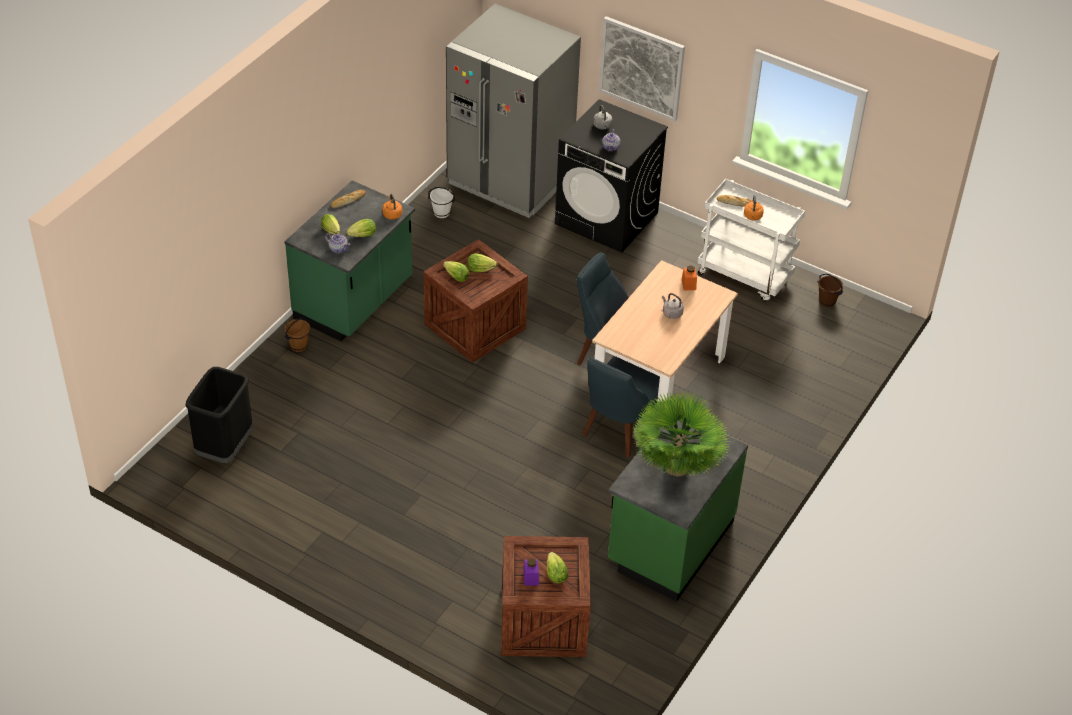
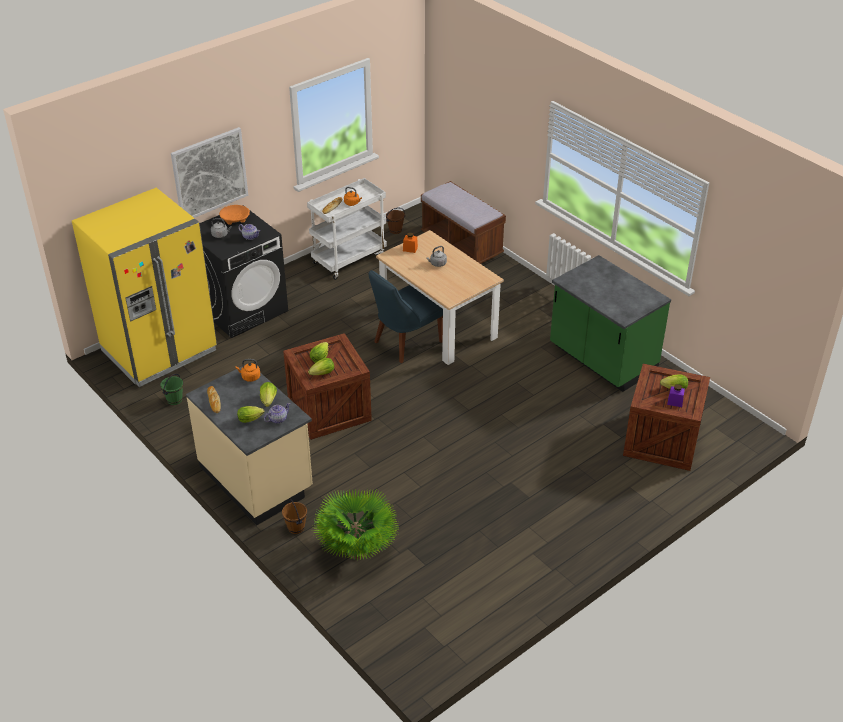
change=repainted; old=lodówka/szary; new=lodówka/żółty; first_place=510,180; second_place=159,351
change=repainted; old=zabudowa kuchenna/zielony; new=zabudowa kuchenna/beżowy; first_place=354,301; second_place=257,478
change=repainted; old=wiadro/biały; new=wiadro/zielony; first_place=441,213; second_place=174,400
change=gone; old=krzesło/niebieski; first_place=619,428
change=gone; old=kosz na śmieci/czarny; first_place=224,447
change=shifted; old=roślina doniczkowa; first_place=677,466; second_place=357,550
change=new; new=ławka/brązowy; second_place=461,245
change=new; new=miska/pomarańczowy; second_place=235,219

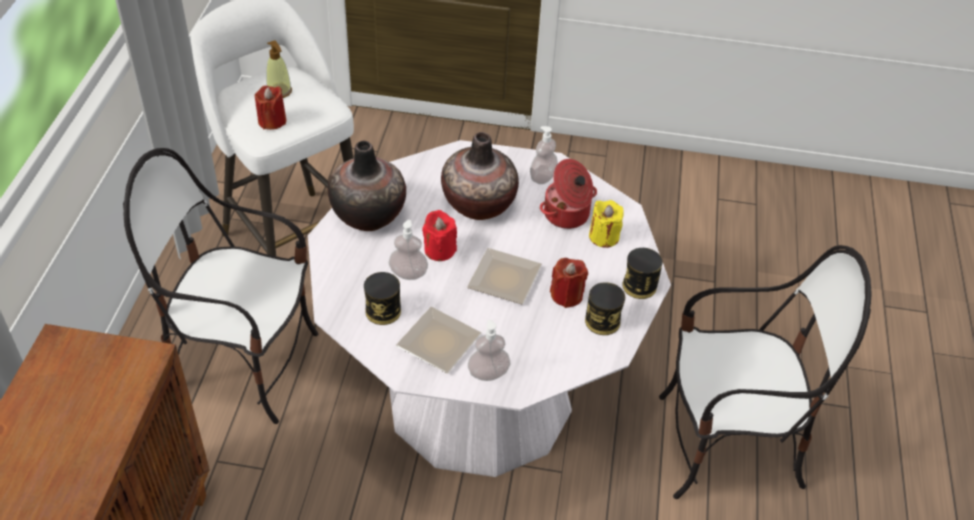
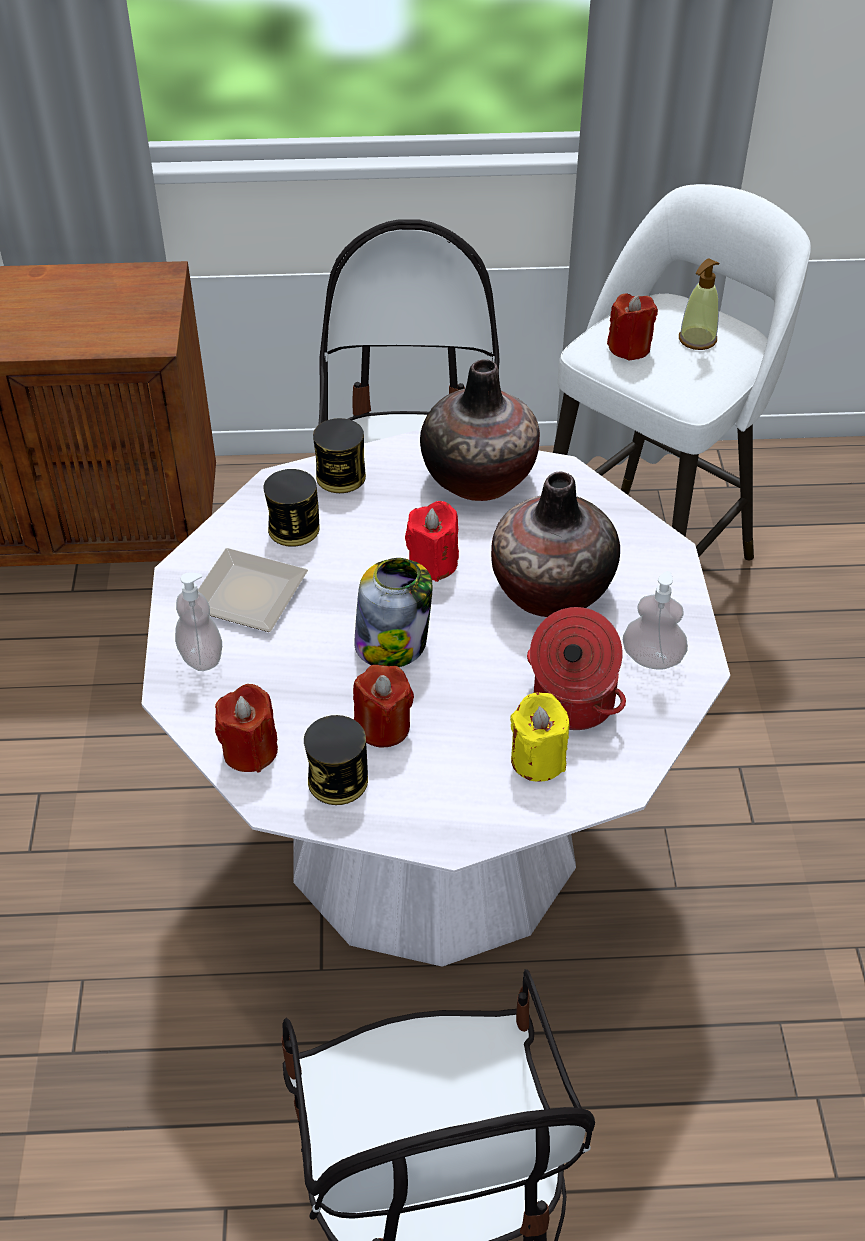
change=gone; old=dozownik mydła; first_place=408,273
change=swapped; old=talerz; new=słoik; first_place=502,280; second_place=392,643
change=shifted; old=puszka; first_place=639,286; second_place=341,476
change=new; new=świeca/czerwony; second_place=250,751

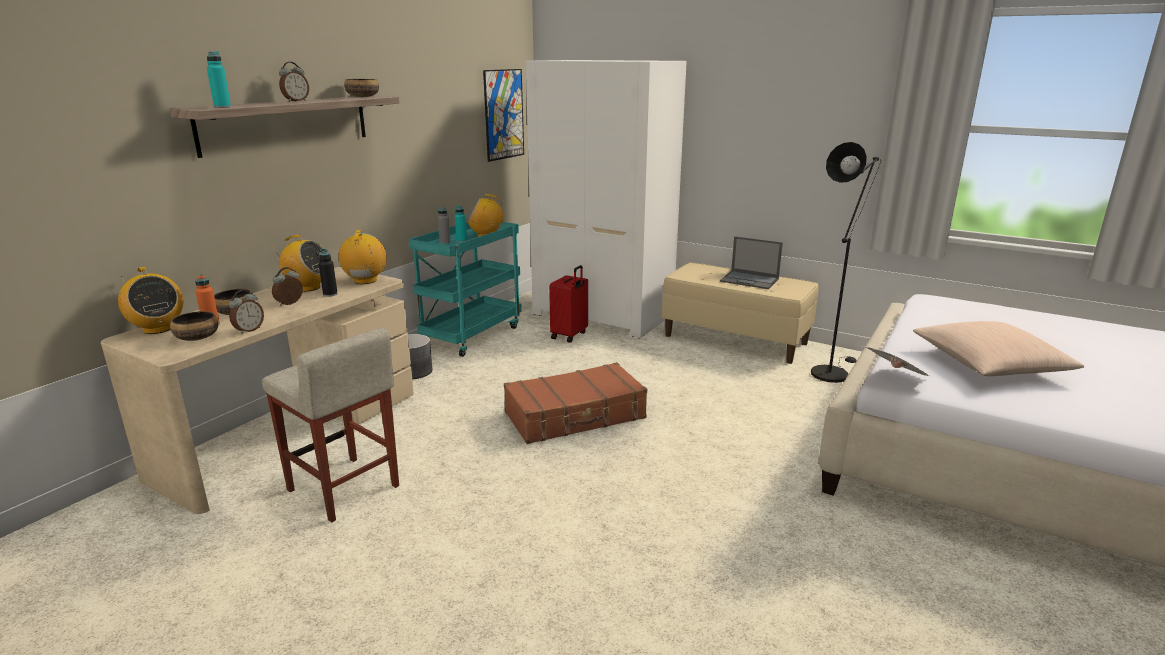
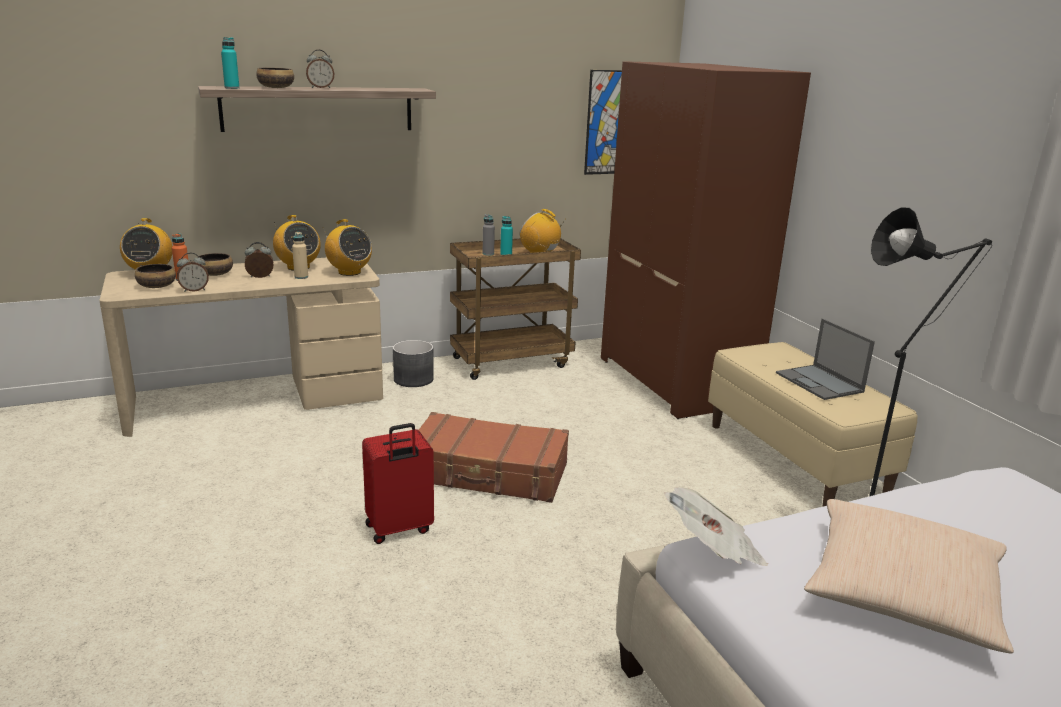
change=repainted; old=szafa/biały; new=szafa/brązowy; first_place=604,314; second_place=677,381
change=shifted; old=miska; first_place=362,97; second_place=276,87
change=repainted; old=wózek/turkusowy; new=wózek/brązowy; first_place=472,335; second_place=512,362
change=rotated; old=radio; first_place=365,281; second_place=349,272; degrees=105
change=repainted; old=butelka/czarny; new=butelka/beżowy; first_place=330,294; second_place=301,277
change=shifted; old=walizka/czerwony; first_place=570,335; second_place=399,529
change=gone; old=stołek/beżowy; first_place=344,489

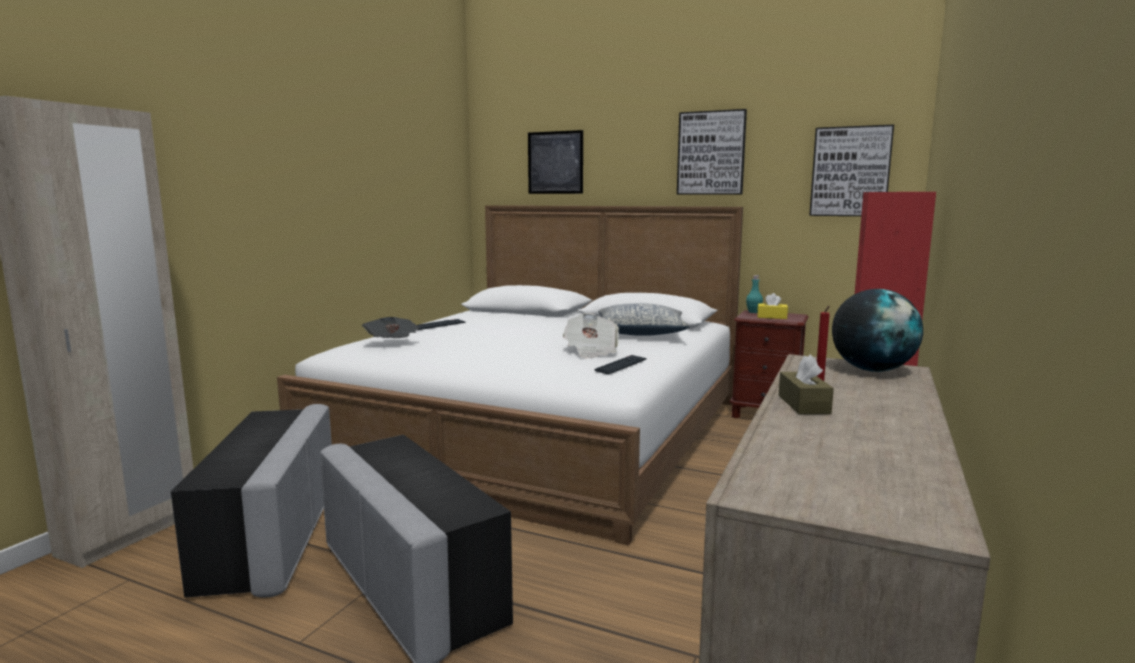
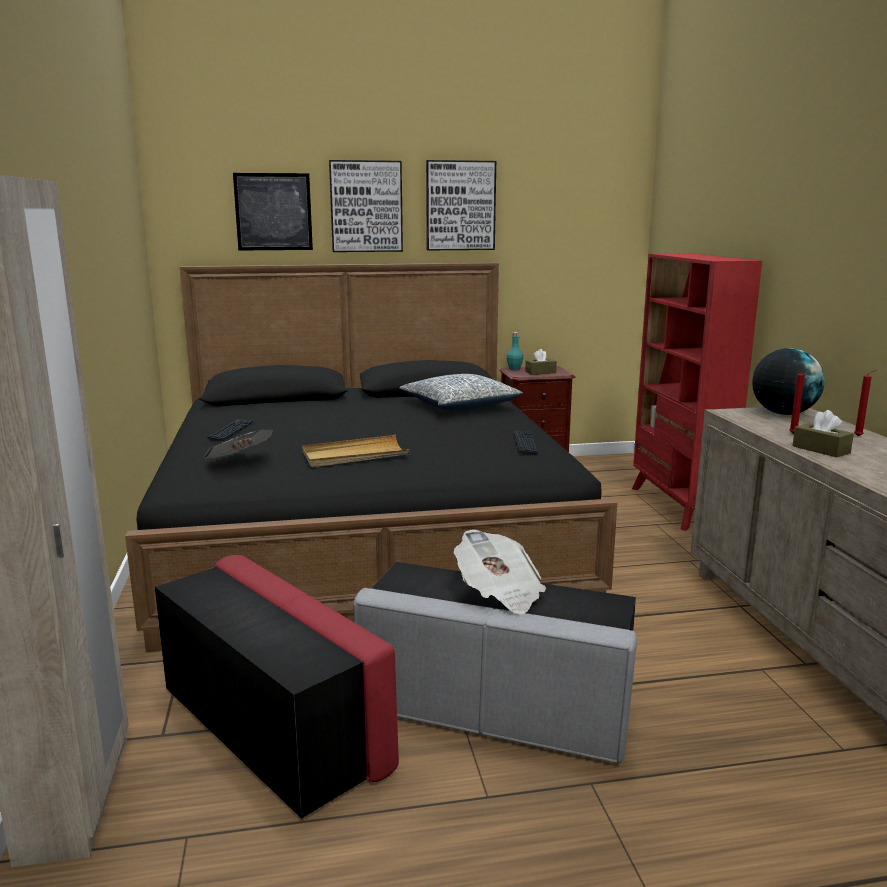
change=shifted; old=obraz; first_place=850,171; second_place=366,206
change=repainted; old=łóżko/biały; new=łóżko/czarny; first_place=539,430; second_place=364,531
change=repainted; old=pudełko chusteczek/żółty; new=pudełko chusteczek/brązowy; first_place=772,317; second_place=540,372
change=shifted; old=gazeta; first_place=591,351; second_place=499,593
change=repainted; old=pufa/szary; new=pufa/czerwony; first_place=272,536; second_place=273,725
change=new; new=świeca/czerwony; second_place=859,436
change=new; new=taca/beżowy; second_place=354,455

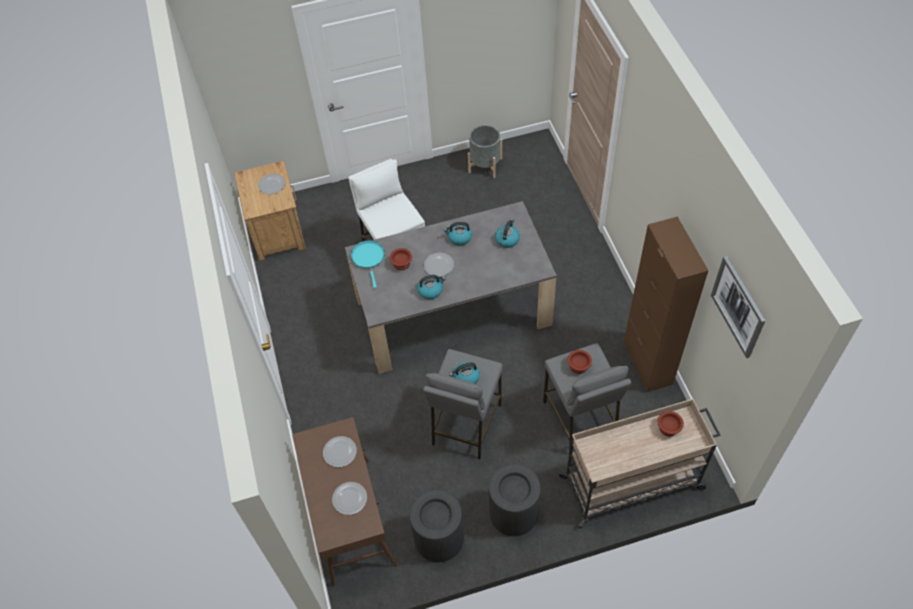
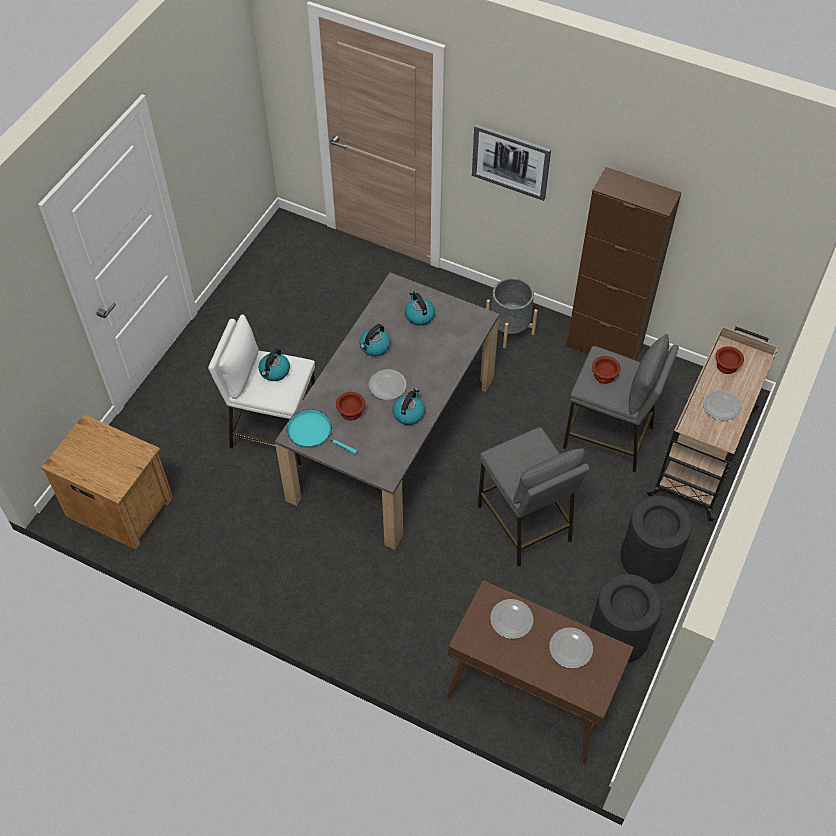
change=shifted; old=donica/szary; first_place=485,165; second_place=509,329
change=shifted; old=talerz; first_place=272,185; second_place=722,406
change=shifted; old=obraz; first_place=738,306; second_place=511,161
change=shifted; old=czajnik; first_place=465,378; second_place=274,372

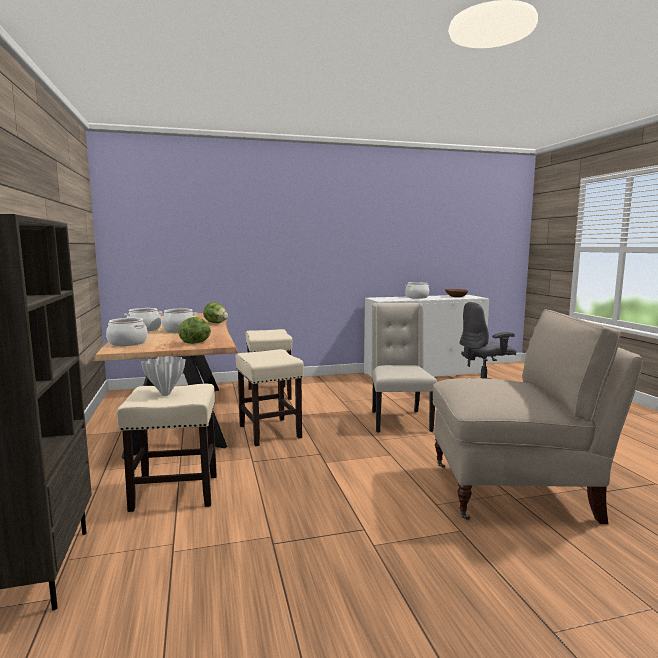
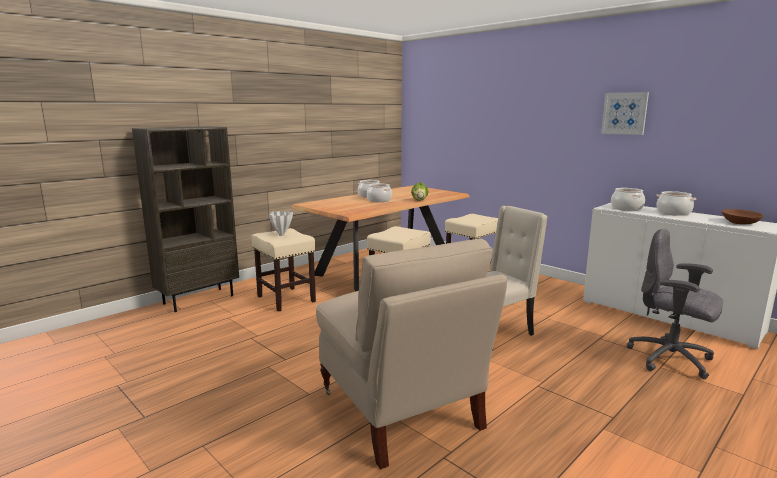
change=gone; old=sałata; first_place=196,343
change=shifted; old=garnek; first_place=128,343; second_place=627,208
change=new; new=obraz; second_place=624,113

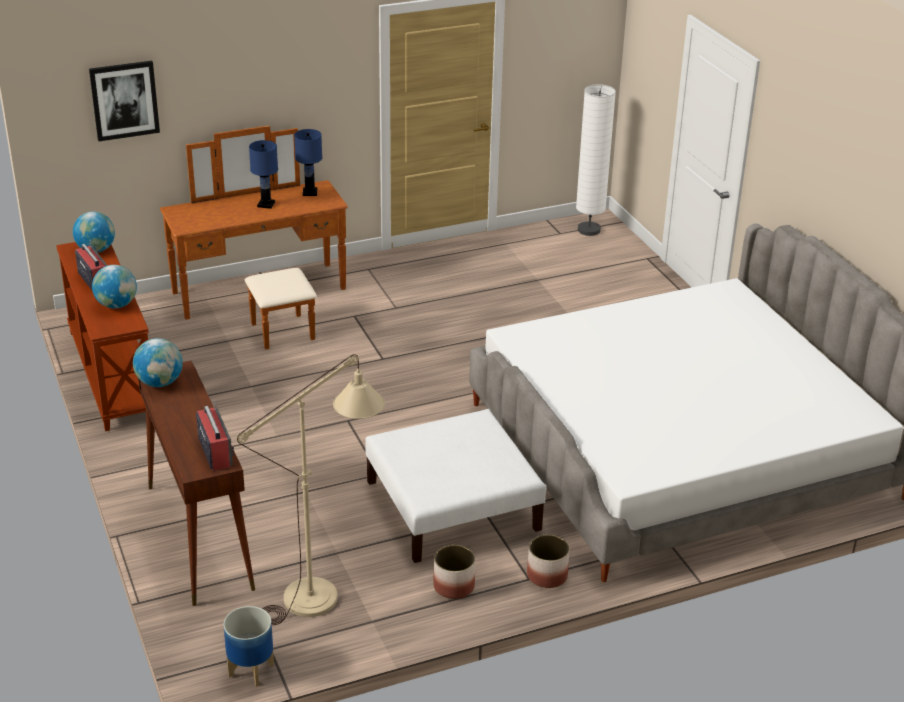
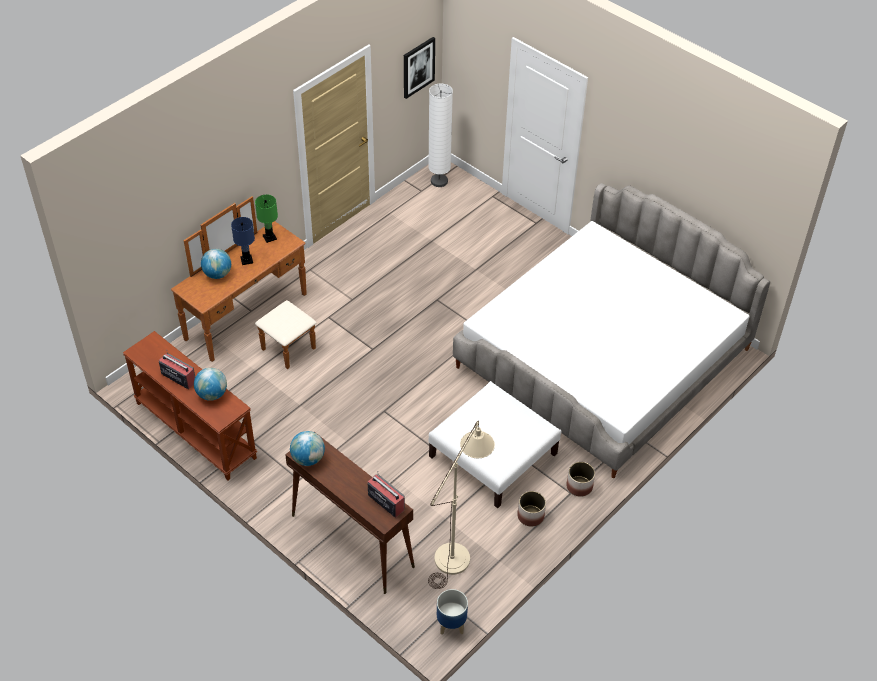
change=shifted; old=obraz; first_place=124,100; second_place=418,67
change=repainted; old=lampa stołowa/niebieski; new=lampa stołowa/zielony; first_place=310,192; second_place=269,237
change=shifted; old=globus; first_place=96,250; second_place=217,274

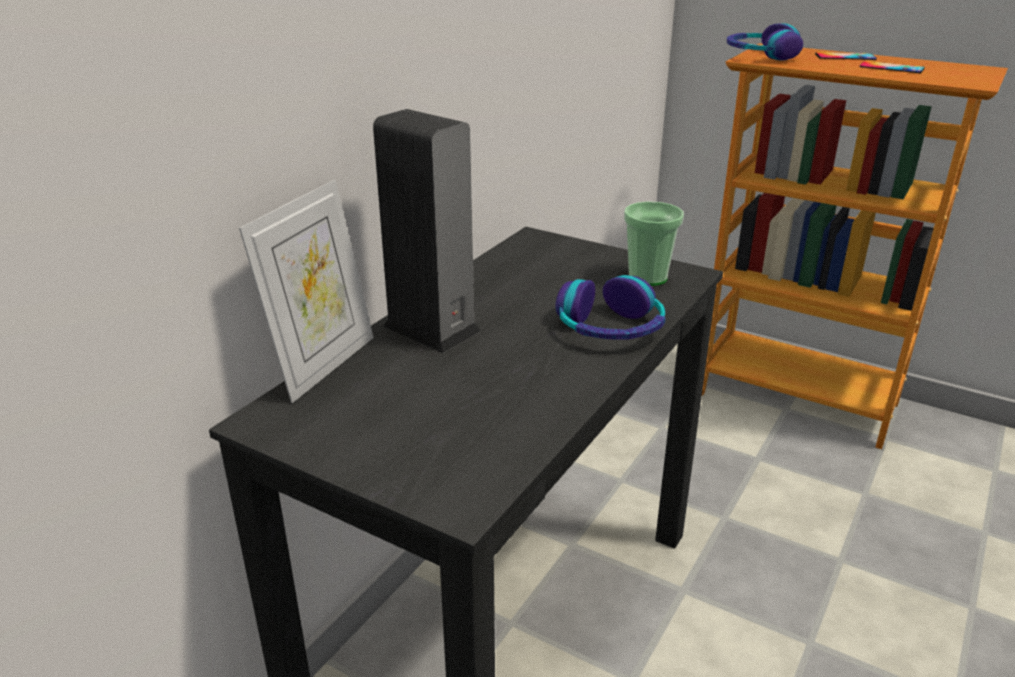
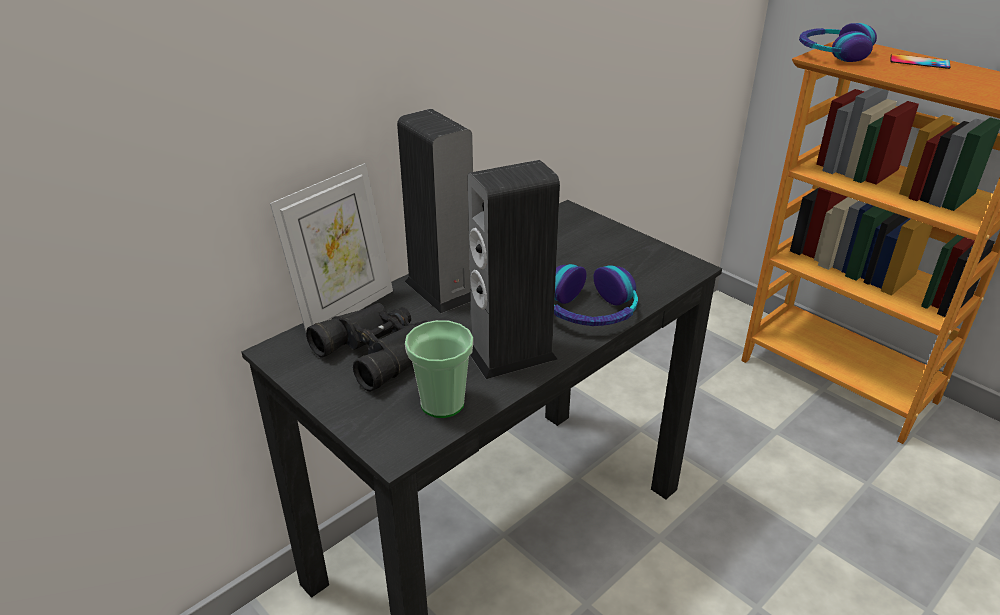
change=gone; old=telefon; first_place=891,68
change=shifted; old=filiżanka; first_place=648,277; second_place=442,403
change=new; new=głośnik; second_place=511,354
change=new; new=lornetka/czarny; second_place=380,350

